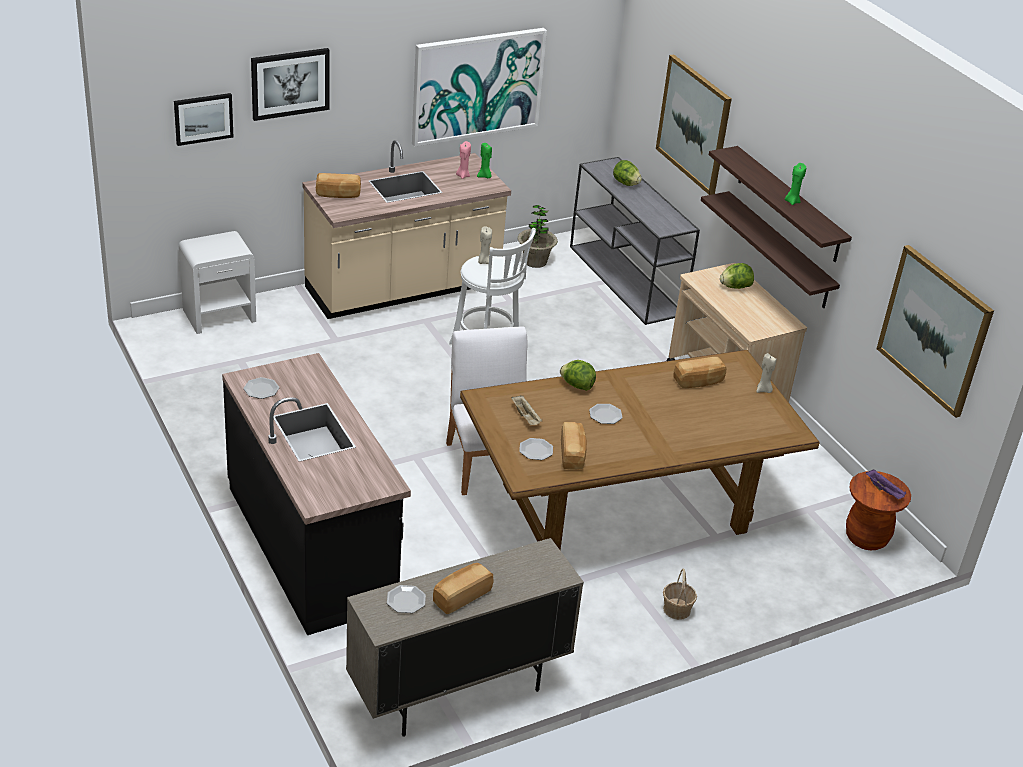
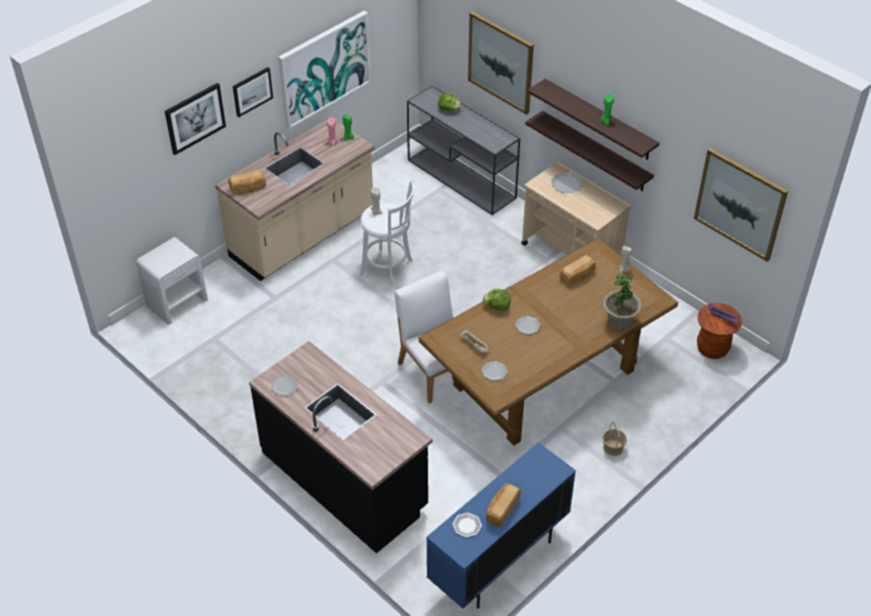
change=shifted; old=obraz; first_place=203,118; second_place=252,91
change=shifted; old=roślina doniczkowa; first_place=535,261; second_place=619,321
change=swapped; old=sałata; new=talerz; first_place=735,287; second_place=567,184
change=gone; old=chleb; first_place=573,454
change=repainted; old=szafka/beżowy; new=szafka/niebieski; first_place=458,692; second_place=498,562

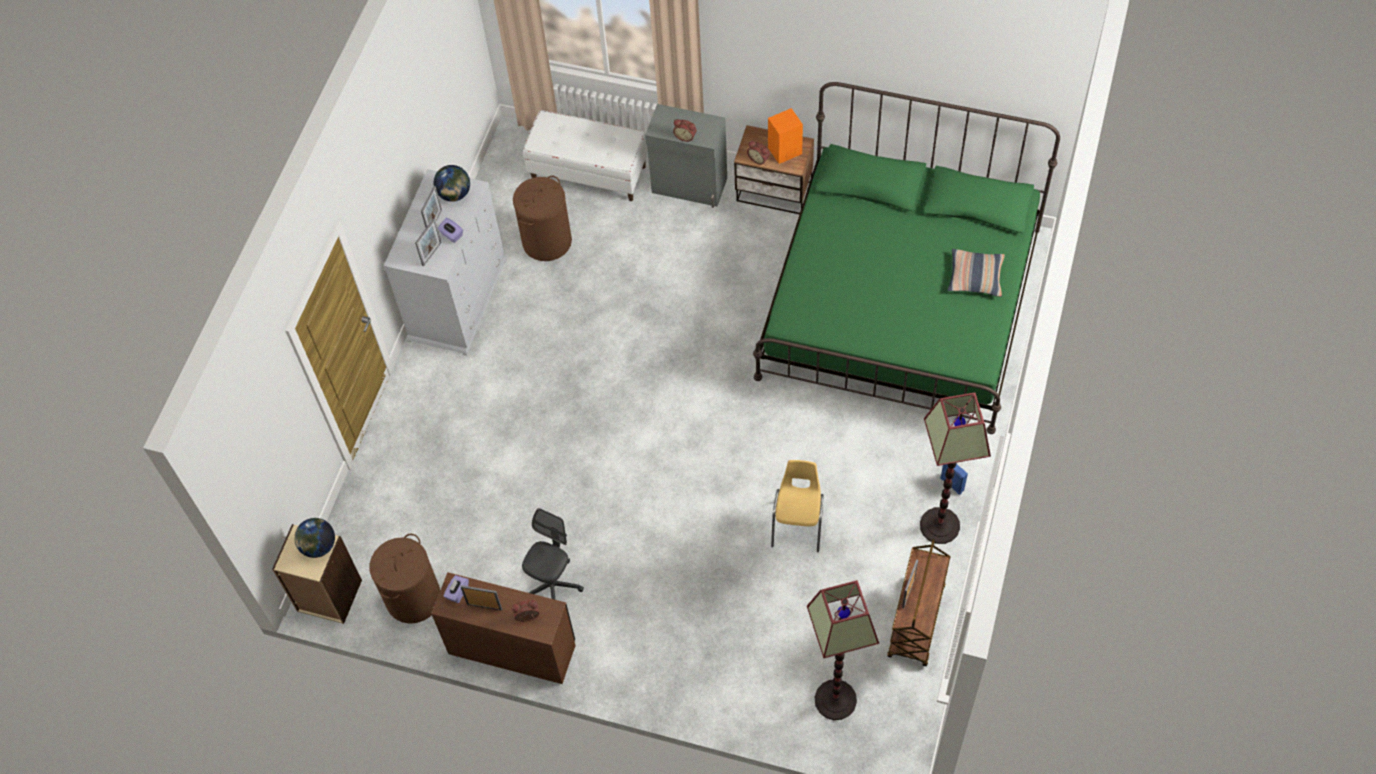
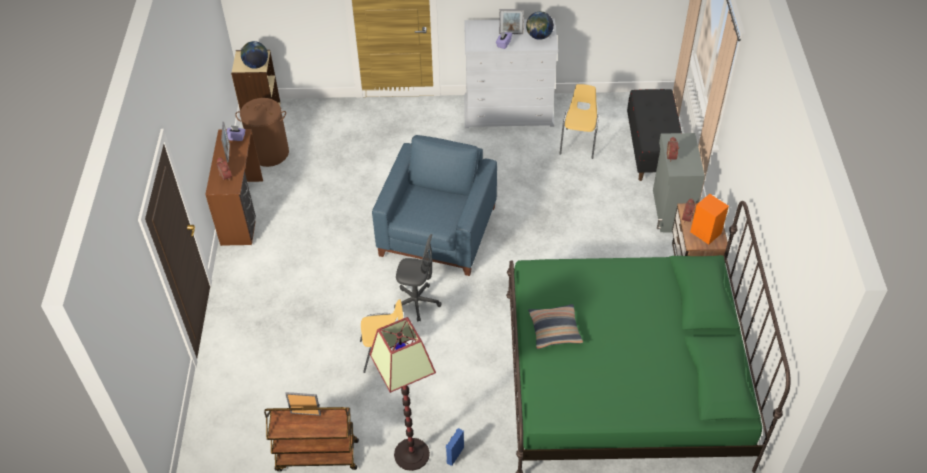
change=repainted; old=ławka/biały; new=ławka/czarny; first_place=589,172; second_place=652,150
change=swapped; old=kosz na pranie/brązowy; new=krzesło/żółty; first_place=547,241; second_place=579,143
change=gone; old=ramka na zdjęcie; first_place=431,254
change=shifted; old=poduszka; first_place=975,277; second_place=554,330
change=shifted; old=krzesło biurowe/szary; first_place=553,585; second_place=417,302
change=gone; old=lampa stojąca; first_place=835,699
change=new; new=fotel/niebieski; second_place=438,232

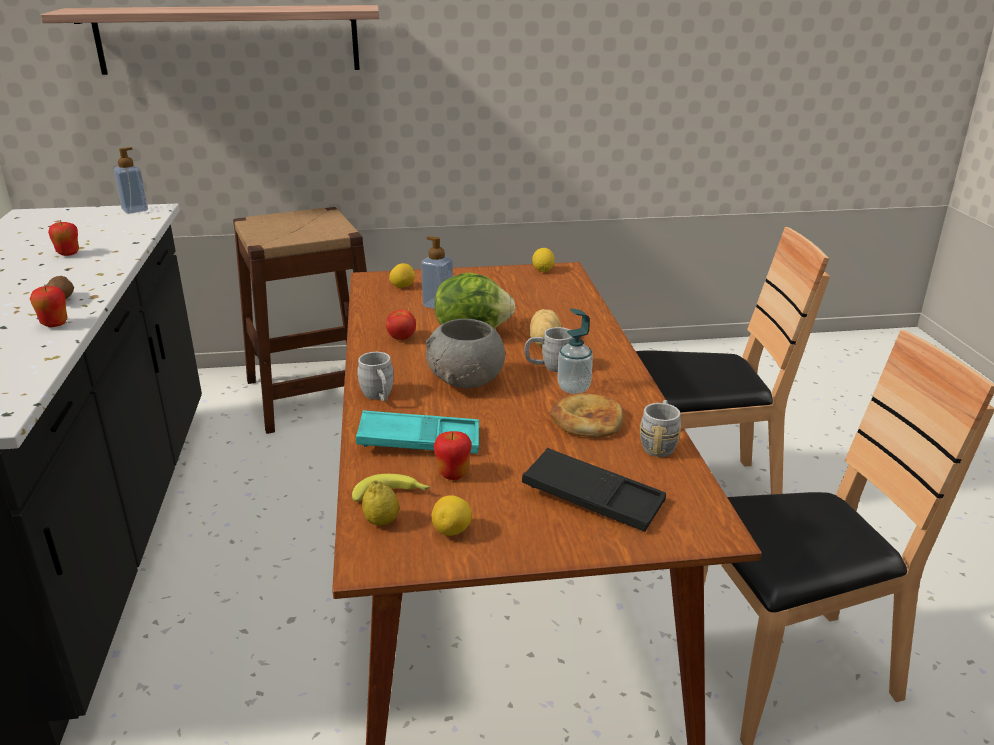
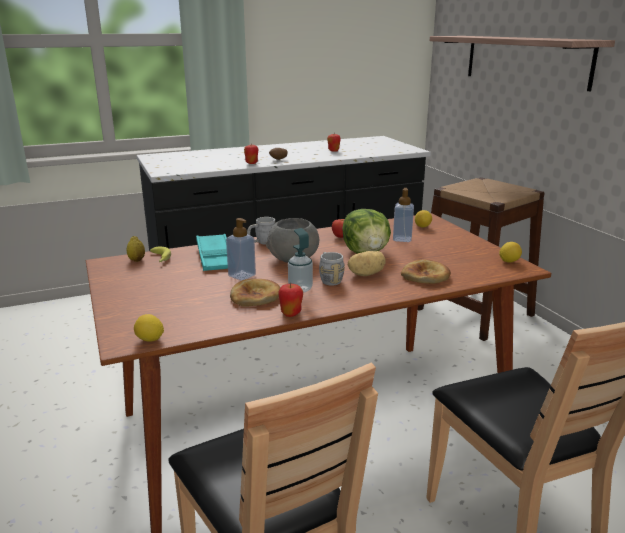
change=shifted; old=dozownik mydła; first_place=135,210; second_place=242,275
change=gone; old=kubek/szary; first_place=659,444
change=shifted; old=jabłko; first_place=453,474; second_place=291,313
change=gone; old=taca/czarny; first_place=592,498
change=shifted; old=cytryna; first_place=452,531; second_place=150,340
change=new; new=chleb; second_place=425,276

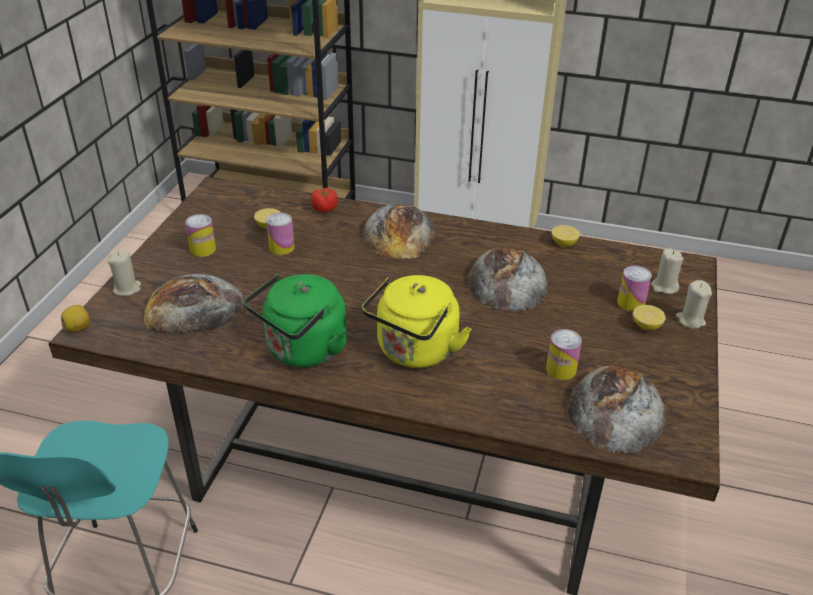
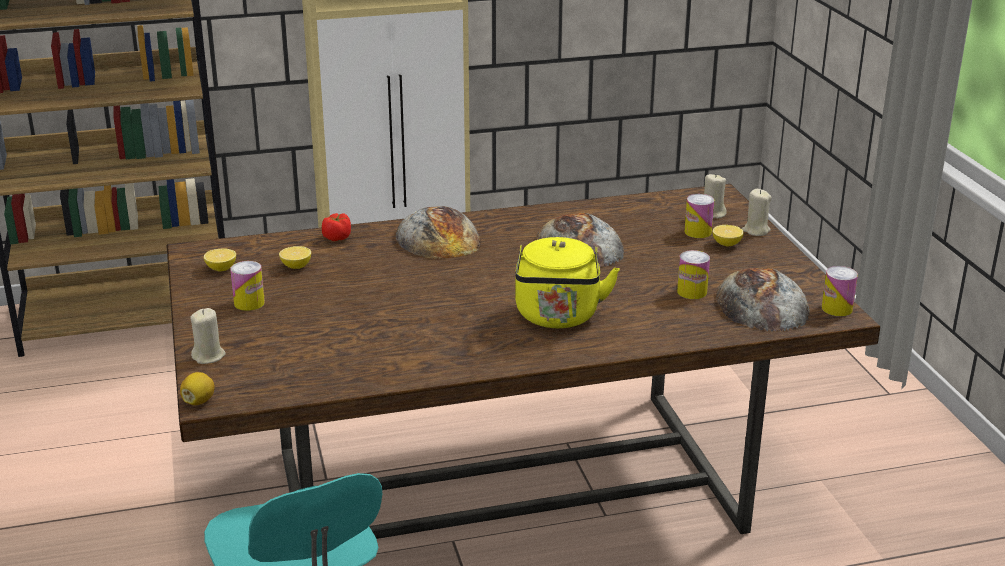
change=shifted; old=puszka; first_place=281,247; second_place=837,308
change=shifted; old=cytryna; first_place=564,243; second_place=221,269
change=gone; old=chleb; first_place=193,307
change=gone; old=czajnik/zielony; first_place=303,351

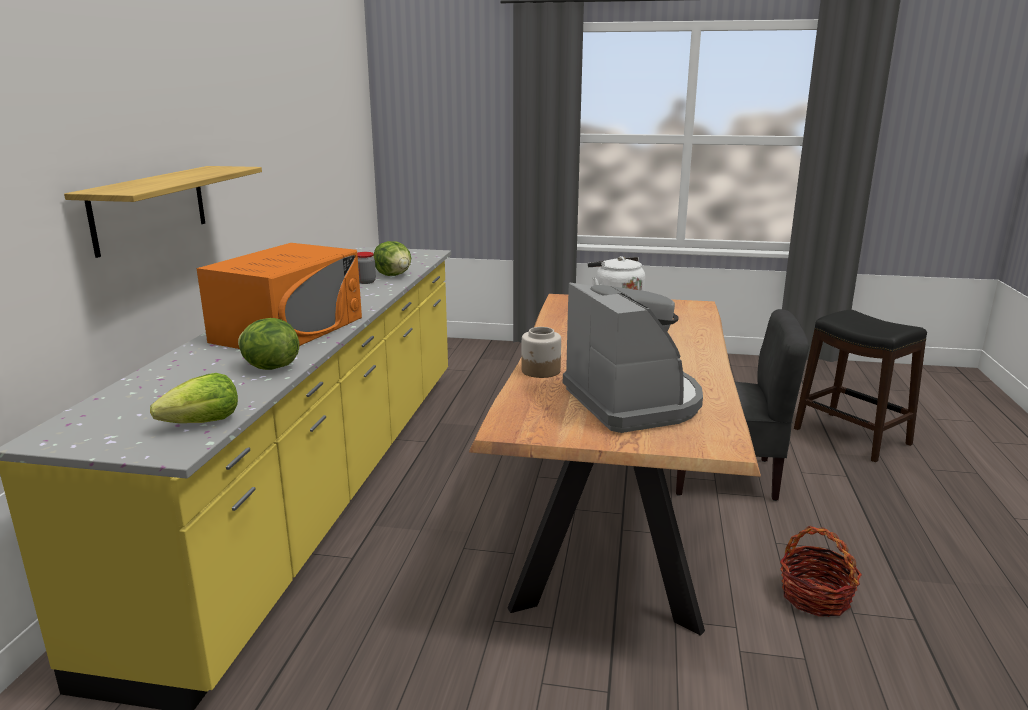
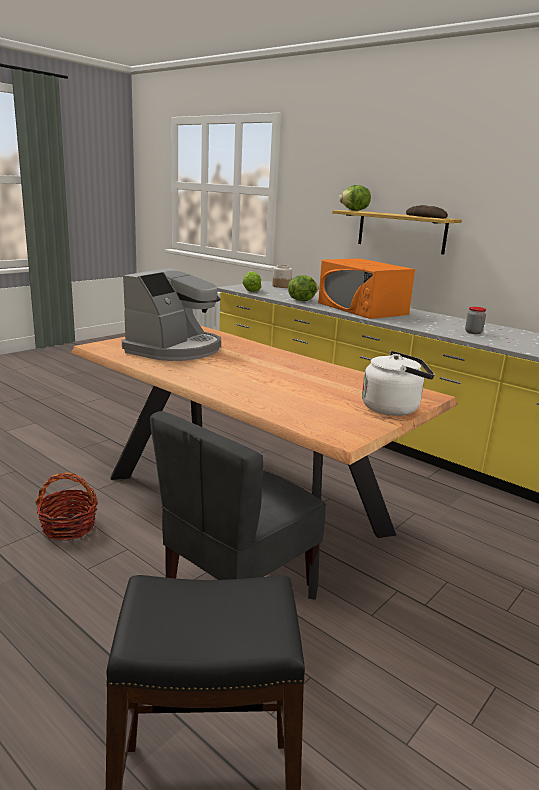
change=shifted; old=sałata; first_place=394,275; second_place=354,210
change=rotated; old=ekspres do kawy; first_place=634,401; second_place=175,349; degrees=-75
change=shifted; old=słoik; first_place=541,371; second_place=281,286
change=new; new=chleb; second_place=425,216

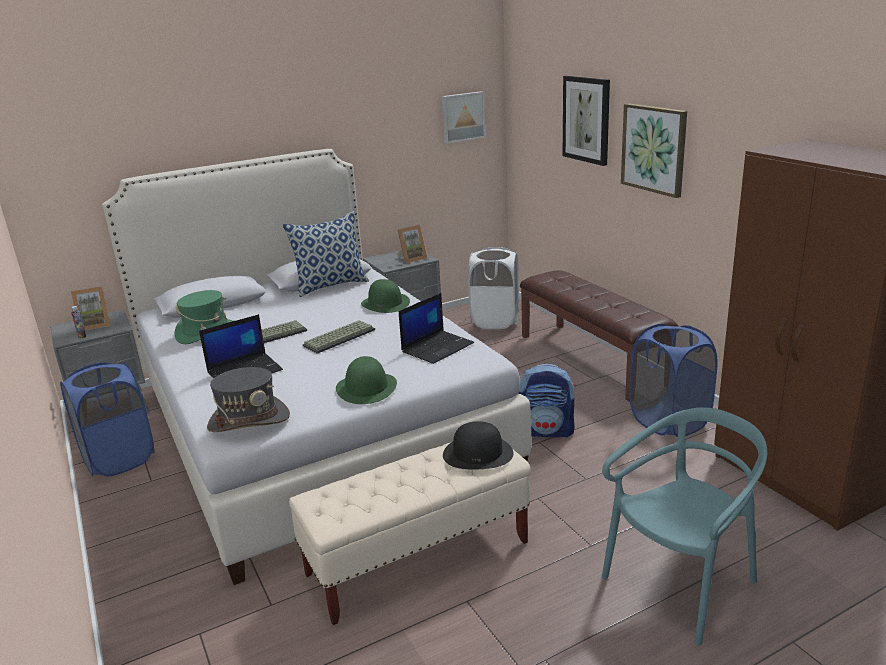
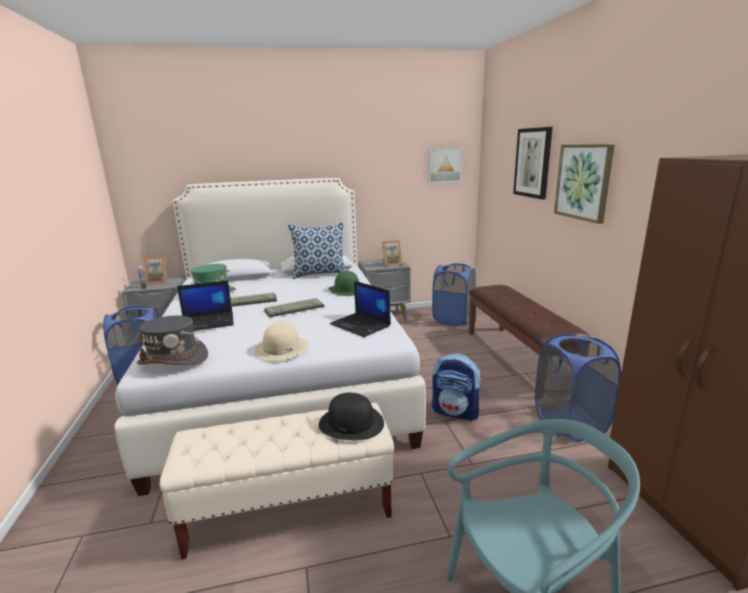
change=repainted; old=kosz na pranie/biały; new=kosz na pranie/niebieski; first_place=495,321; second_place=453,319
change=rotated; old=laptop; first_place=437,347; second_place=361,325; degrees=75
change=repainted; old=kapelusz/zielony; new=kapelusz/beżowy; first_place=366,388; second_place=281,348

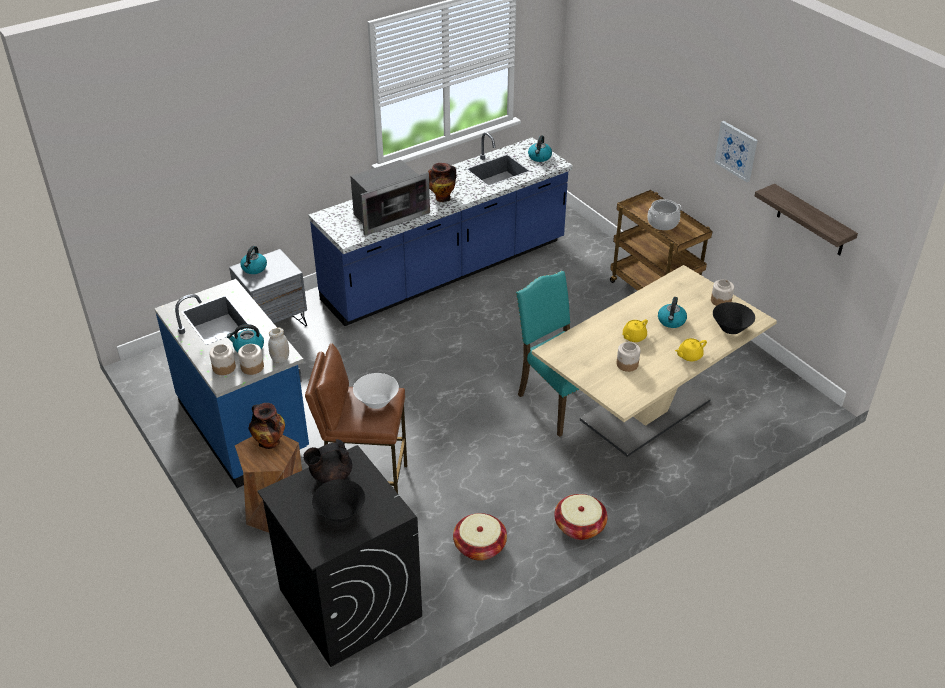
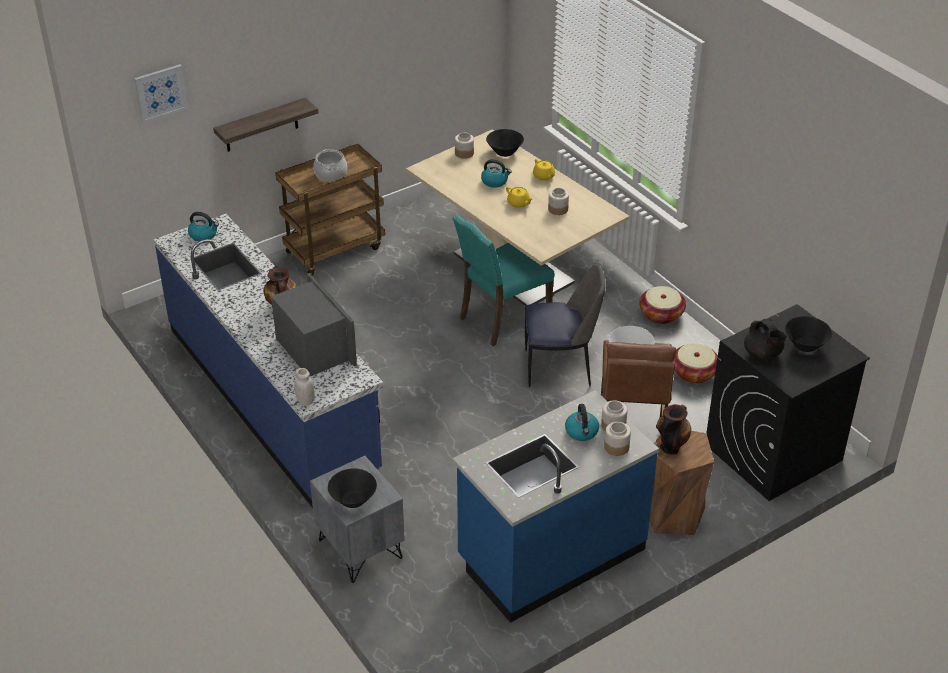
change=shifted; old=obraz; first_place=736,151; second_place=160,93
change=shifted; old=półka; first_place=811,221; second_place=261,125
change=swapped; old=czajnik; new=miska/czarny; first_place=254,268; second_place=353,500
change=shifted; old=słoik/biały; first_place=280,359; second_place=305,400
change=new; new=krzesło; second_place=560,367

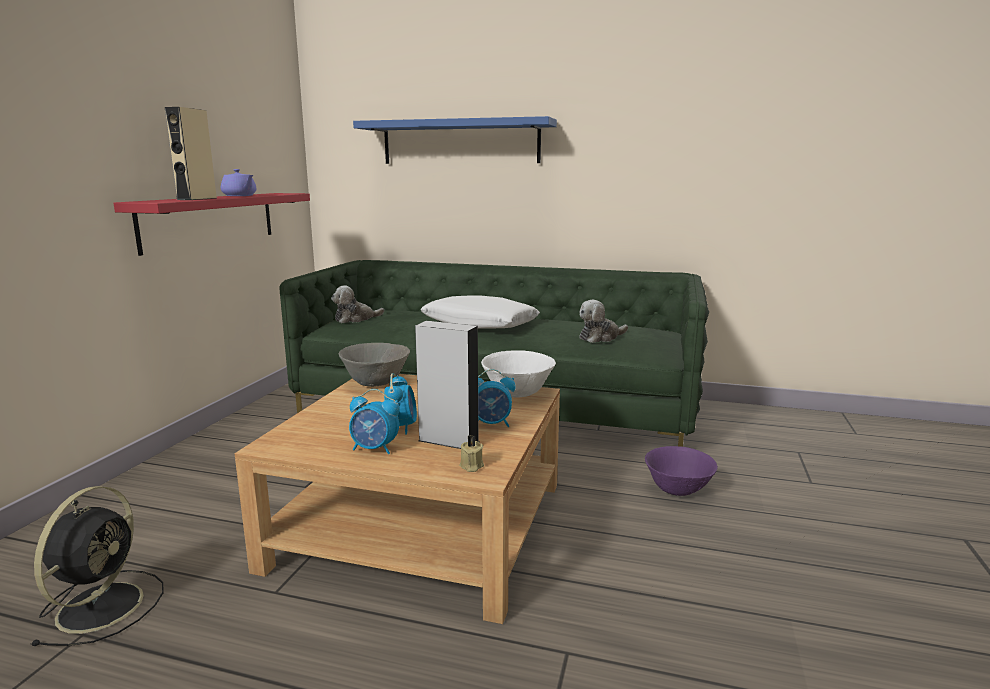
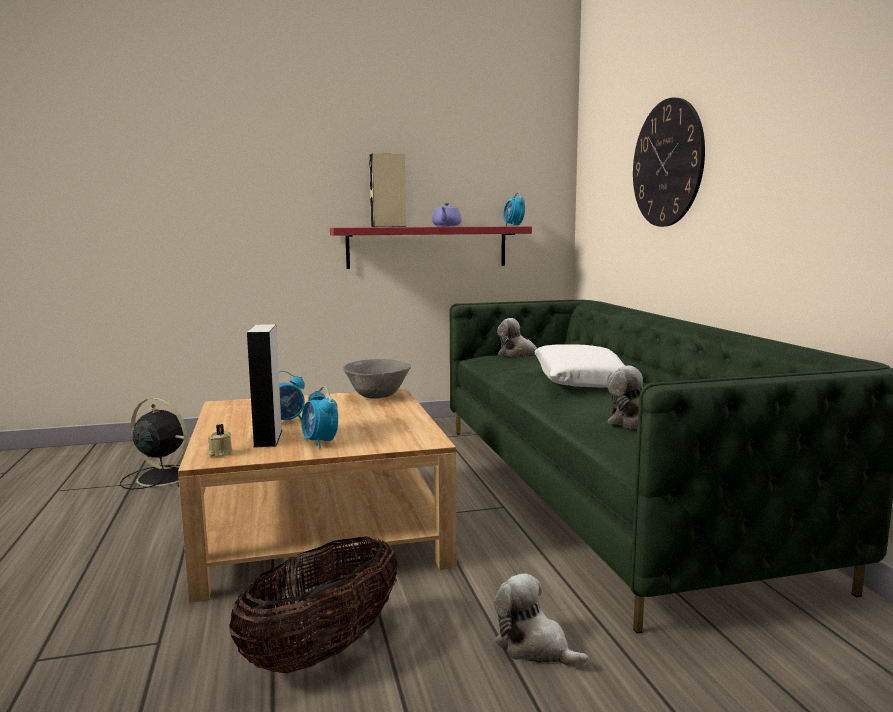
change=swapped; old=półka/niebieski; new=zegar ścienny; first_place=460,142; second_place=667,163
change=gone; old=miska/biały; first_place=518,394
change=shifted; old=budzik; first_place=375,449; second_place=513,226
change=swapped; old=miska/fioletowy; new=pluszak; first_place=678,491; second_place=535,647
change=rotated; old=wentylator/czarny; first_place=103,605; second_place=161,477; degrees=-135
change=new; new=koszyk; second_place=322,651

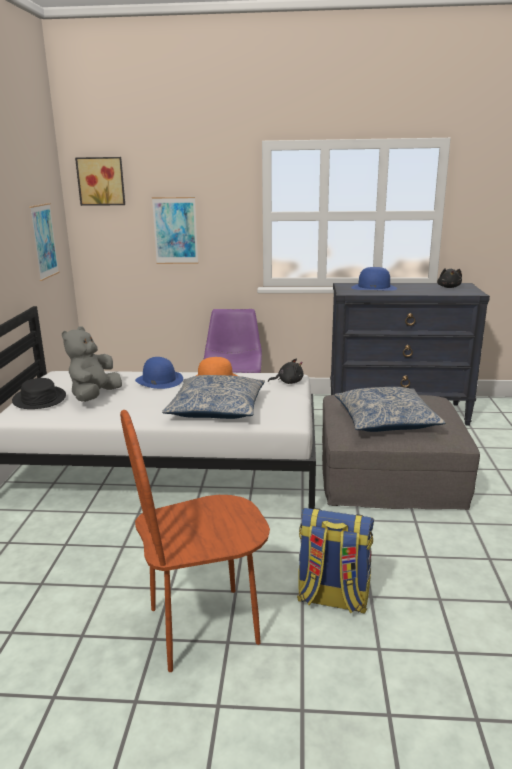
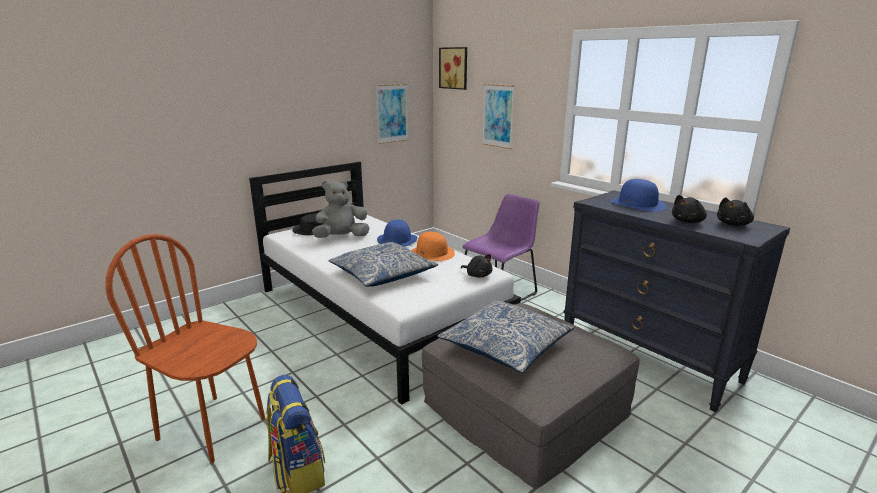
change=new; new=pluszak/czarny; second_place=688,222

